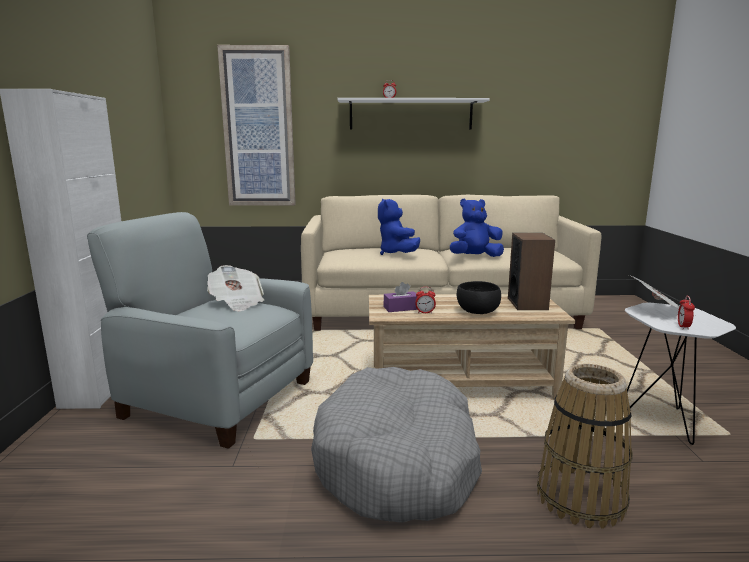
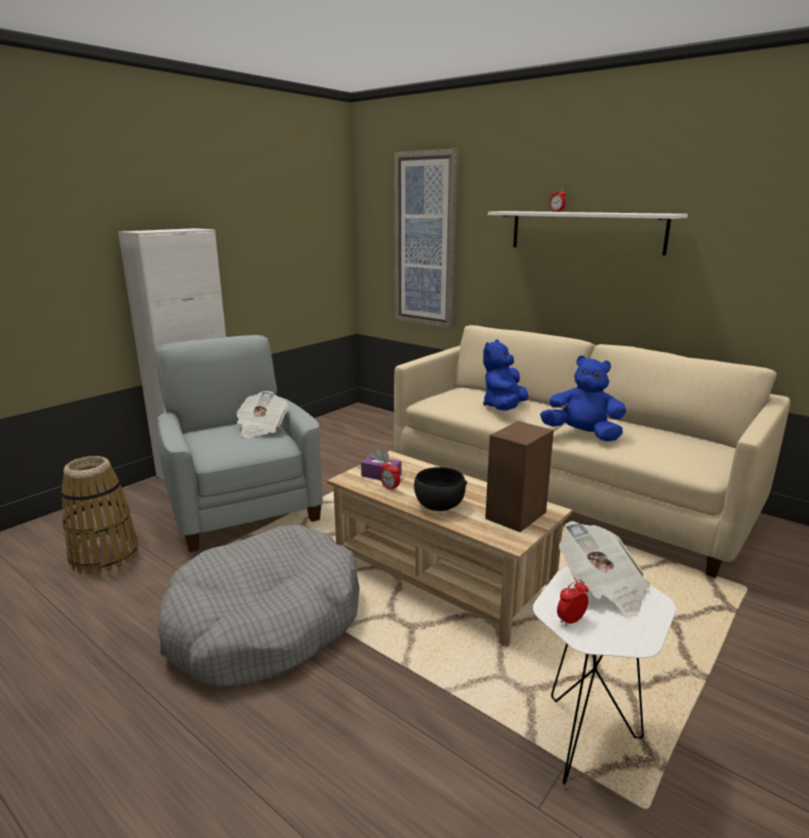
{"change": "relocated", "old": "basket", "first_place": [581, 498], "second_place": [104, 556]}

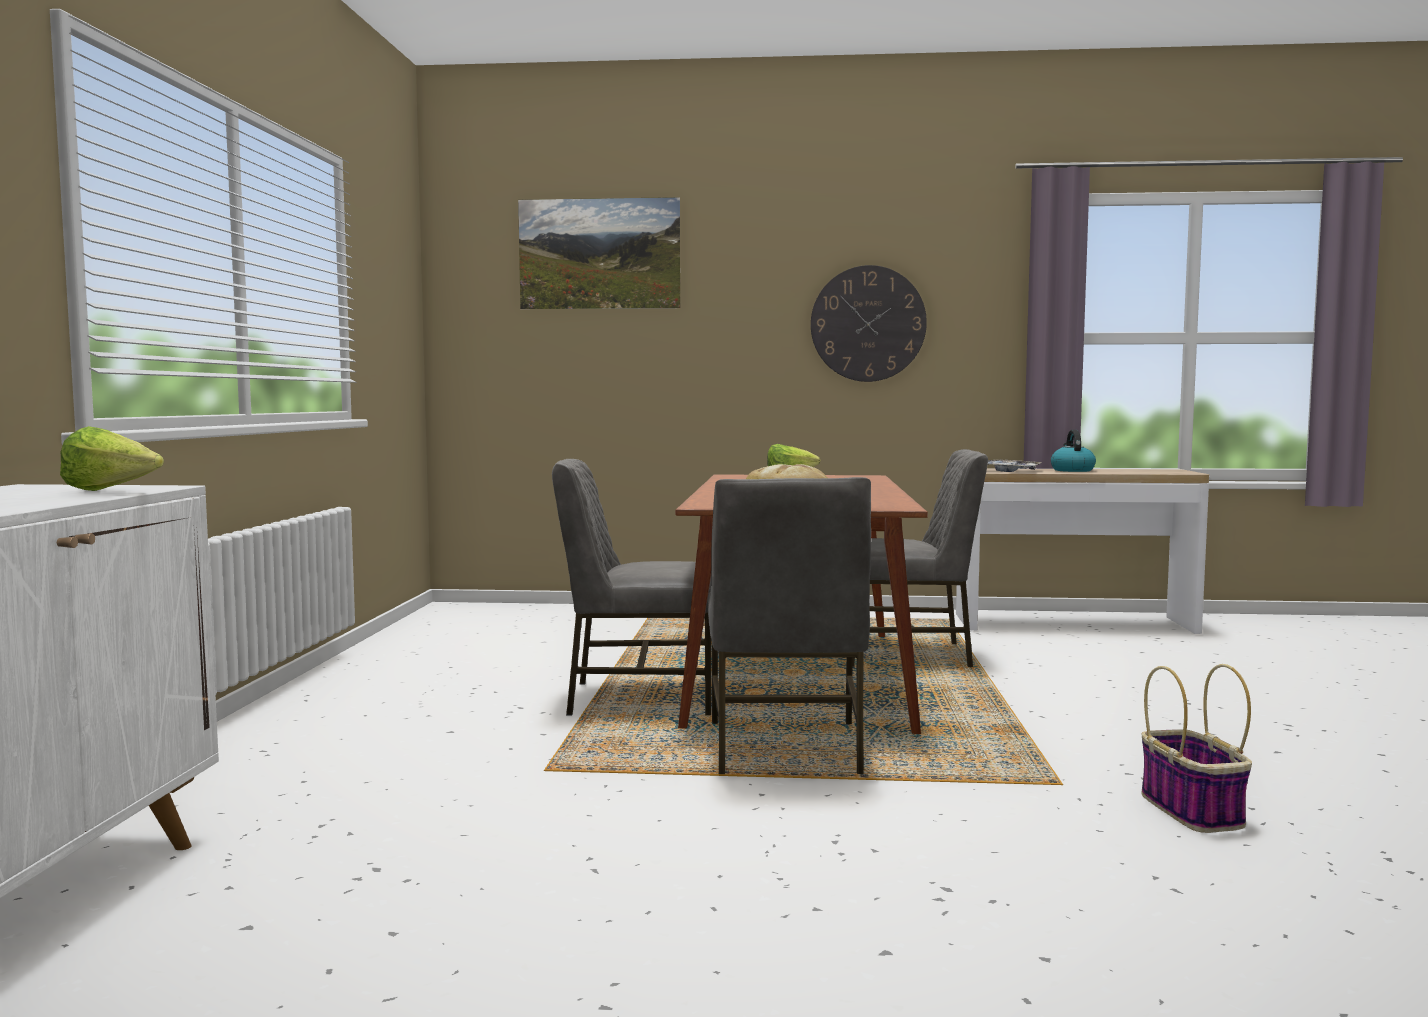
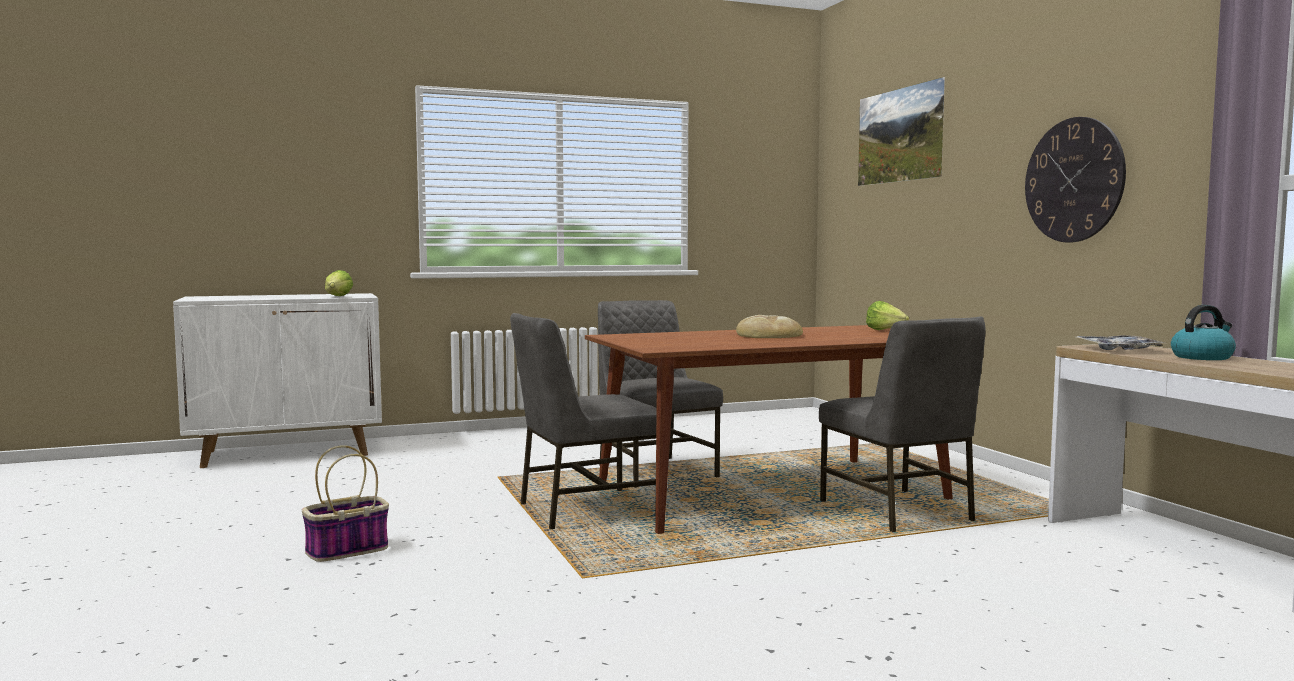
{"change": "relocated", "old": "basket", "first_place": [1193, 811], "second_place": [346, 551]}

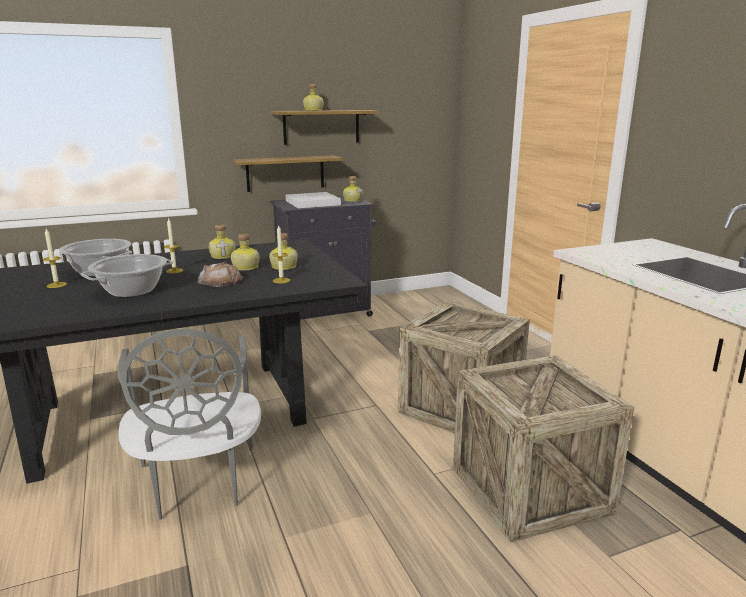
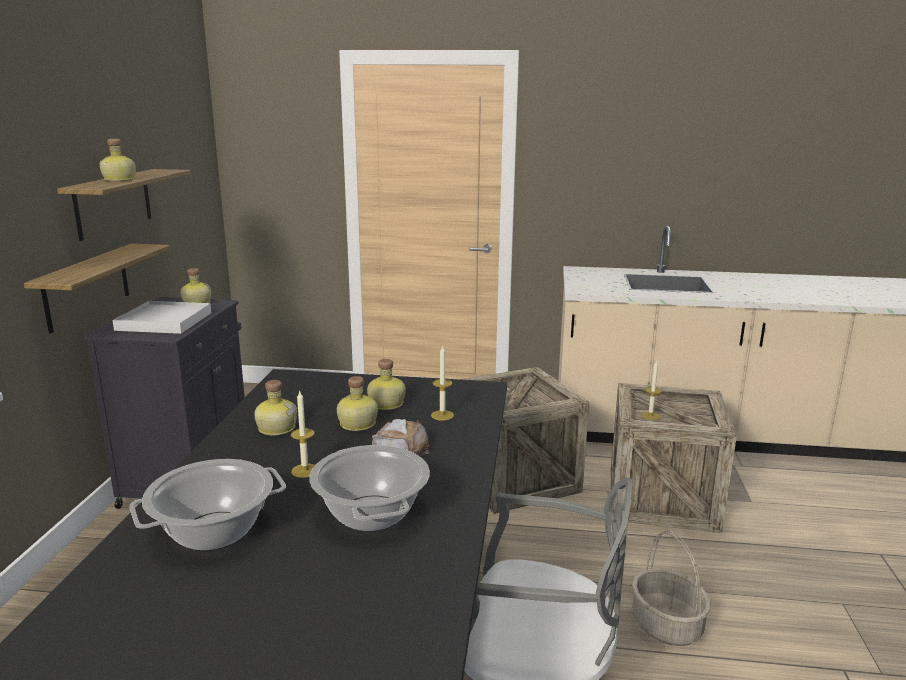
{"change": "relocated", "old": "candle", "first_place": [56, 285], "second_place": [650, 416]}
{"change": "appeared", "new": "basket", "second_place": [667, 625]}

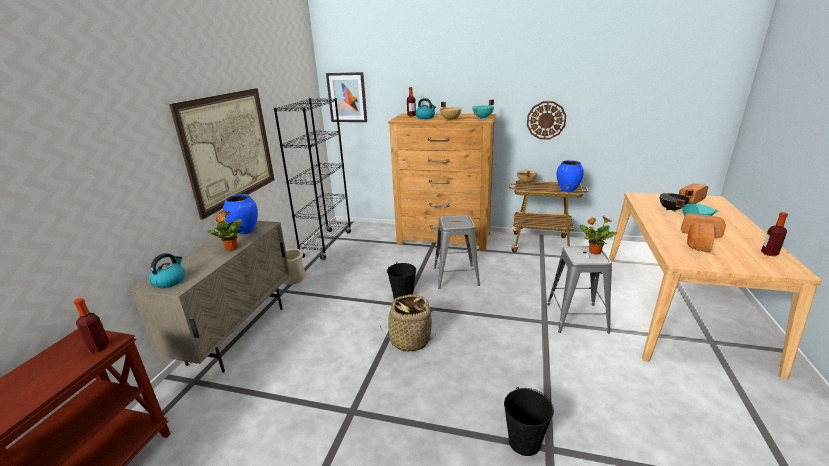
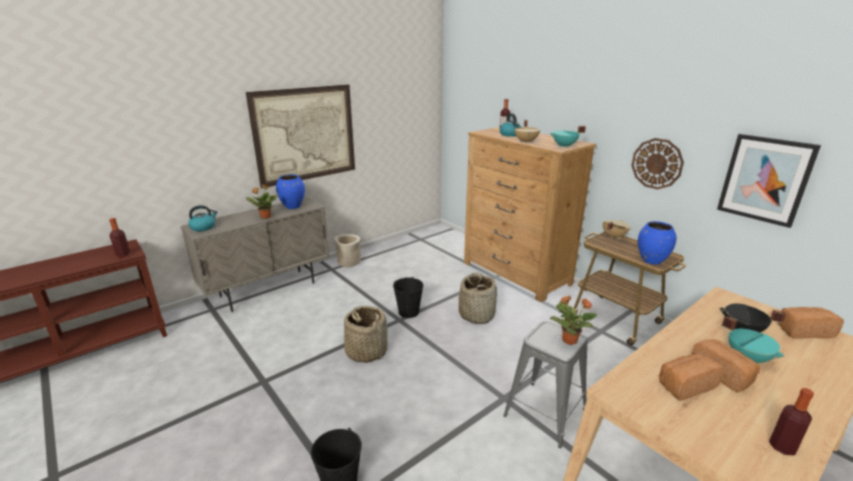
{"change": "relocated", "old": "picture", "first_place": [347, 97], "second_place": [765, 179]}
{"change": "missing", "old": "black bookcase", "first_place": [326, 244]}
{"change": "exchanged", "old": "grey stool", "new": "basket", "first_place": [455, 276], "second_place": [477, 315]}

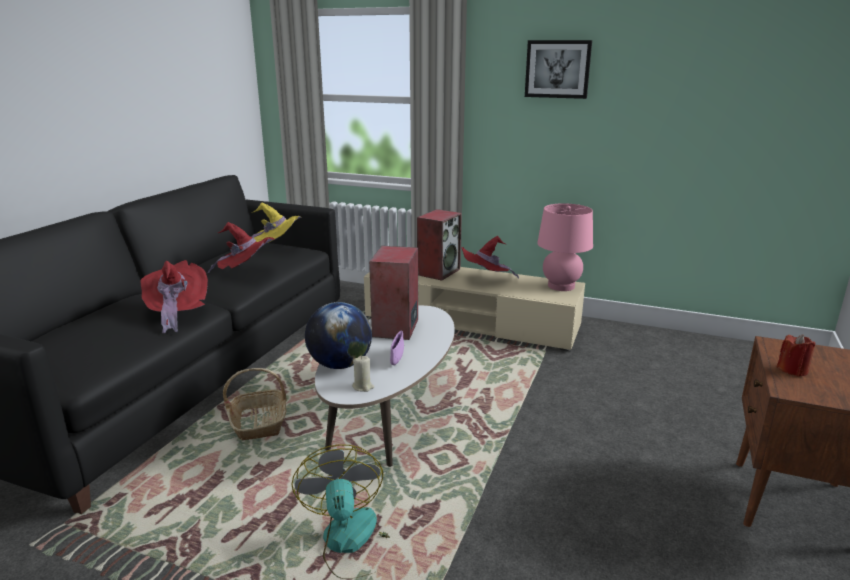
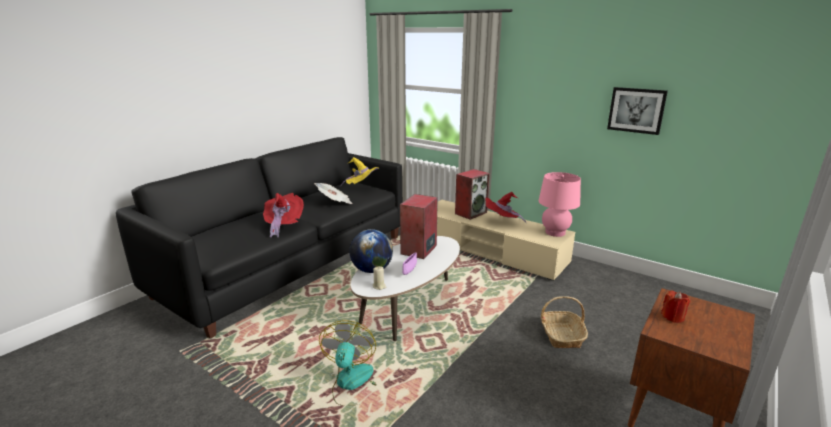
{"change": "relocated", "old": "picture", "first_place": [557, 69], "second_place": [636, 110]}
{"change": "exchanged", "old": "red hat", "new": "newspaper", "first_place": [246, 272], "second_place": [335, 202]}
{"change": "relocated", "old": "basket", "first_place": [259, 422], "second_place": [561, 335]}

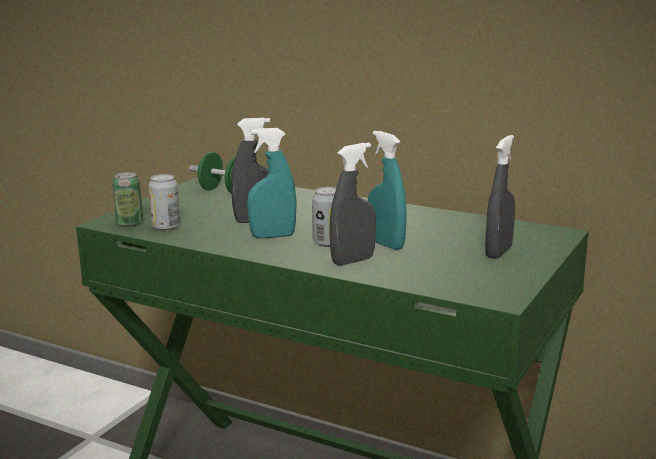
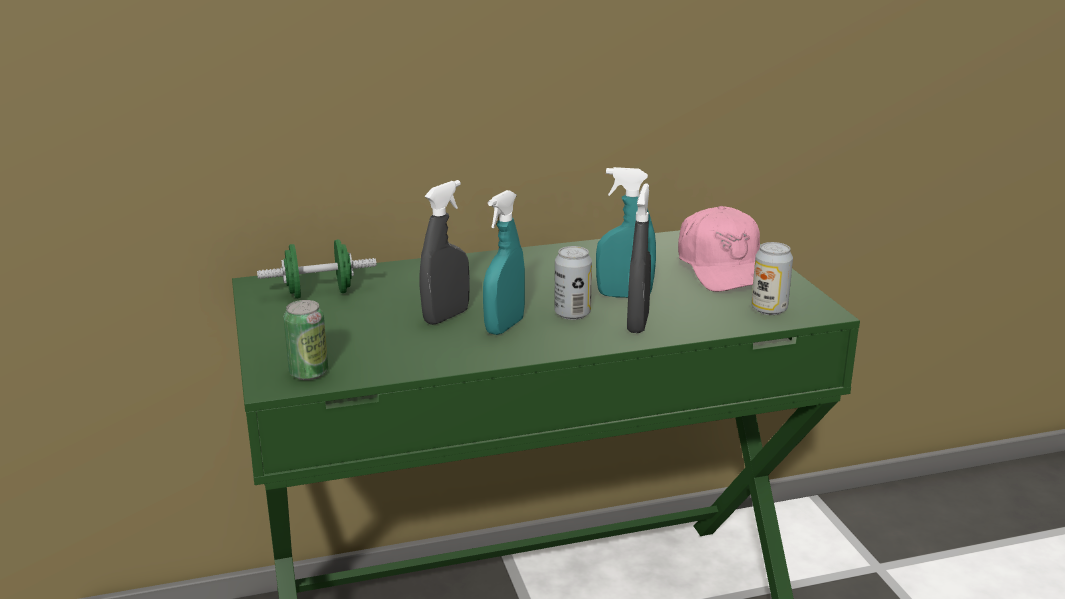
{"change": "exchanged", "old": "grey spray bottle", "new": "pink cap", "first_place": [498, 252], "second_place": [724, 269]}
{"change": "relocated", "old": "can", "first_place": [166, 227], "second_place": [769, 309]}

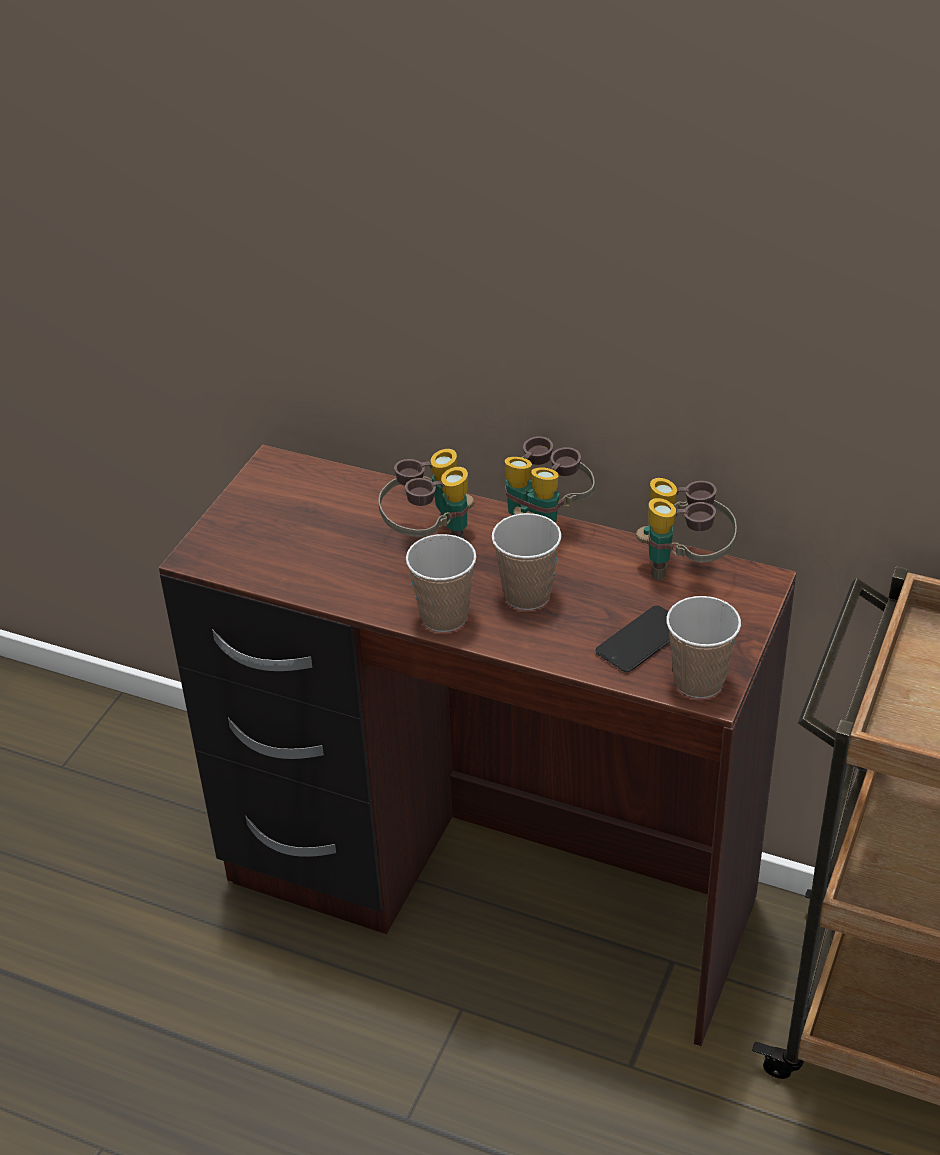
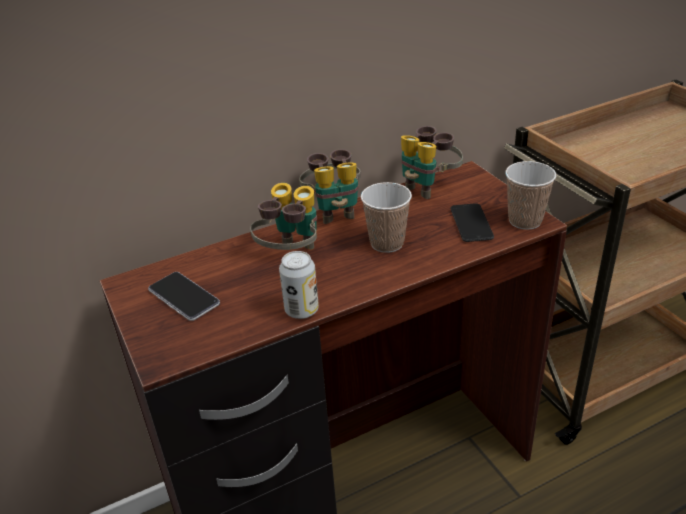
{"change": "missing", "old": "cup", "first_place": [444, 617]}
{"change": "appeared", "new": "can", "second_place": [301, 310]}
{"change": "appeared", "new": "phone", "second_place": [183, 297]}

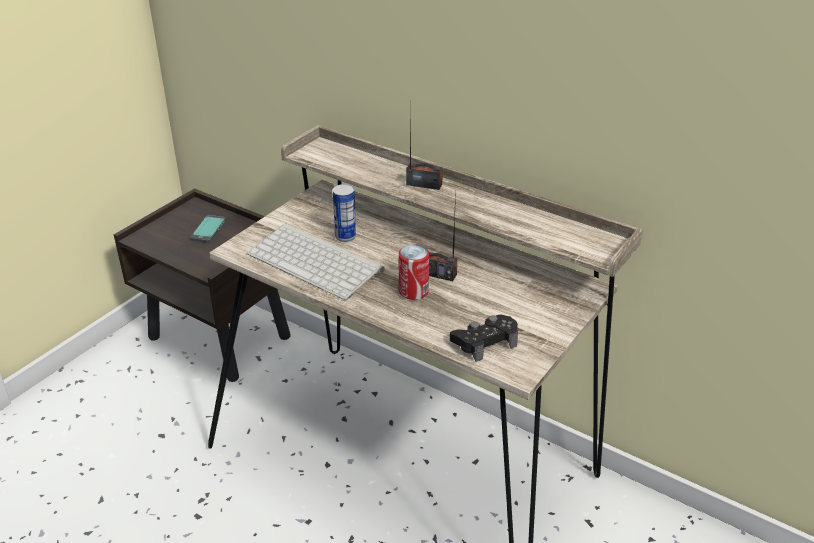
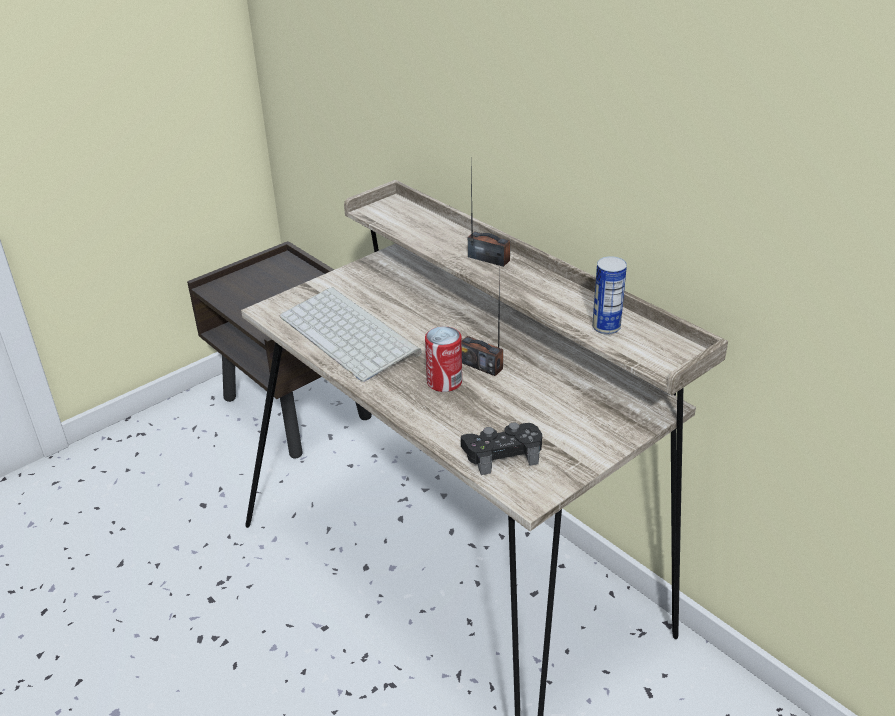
{"change": "relocated", "old": "can", "first_place": [345, 236], "second_place": [606, 327]}
{"change": "missing", "old": "phone", "first_place": [208, 230]}

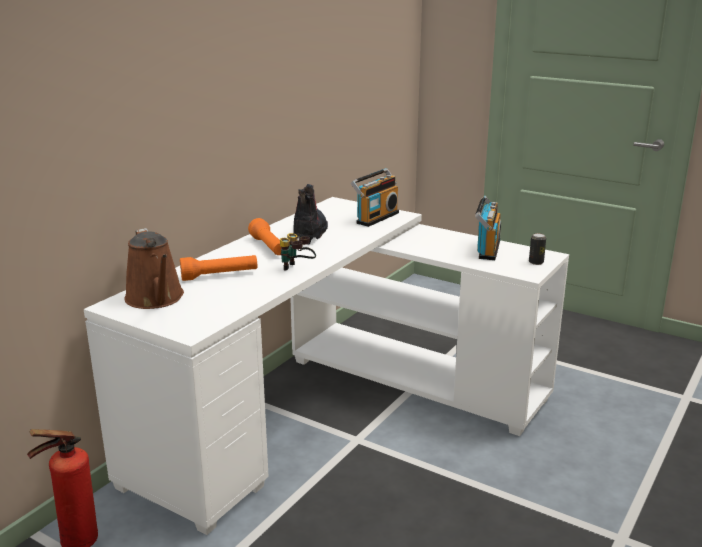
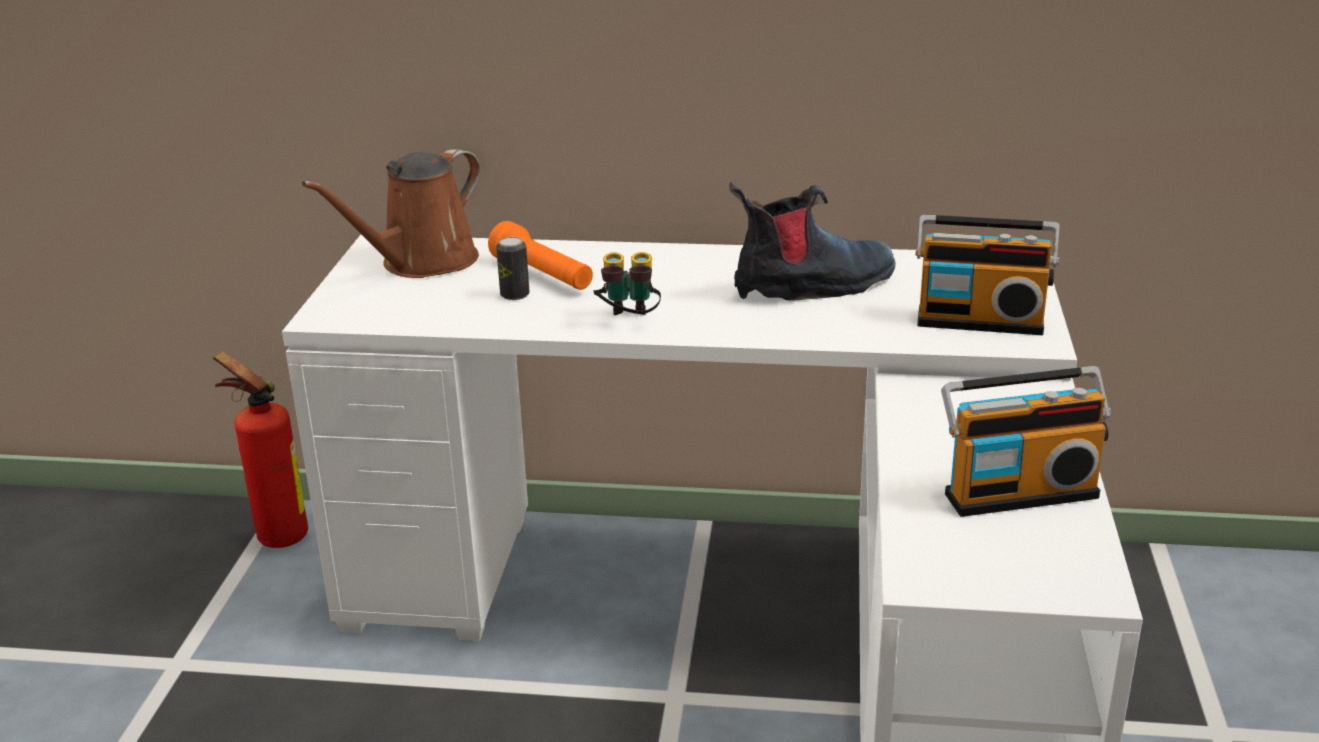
{"change": "missing", "old": "orange flashlight", "first_place": [268, 247]}
{"change": "relocated", "old": "can", "first_place": [536, 262], "second_place": [515, 295]}

